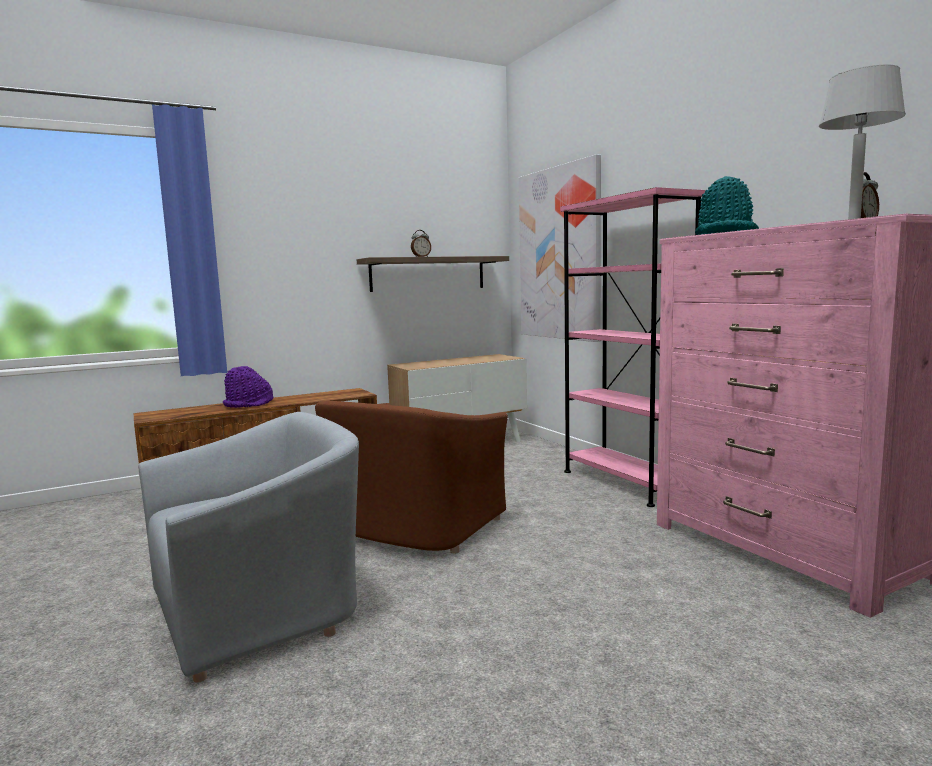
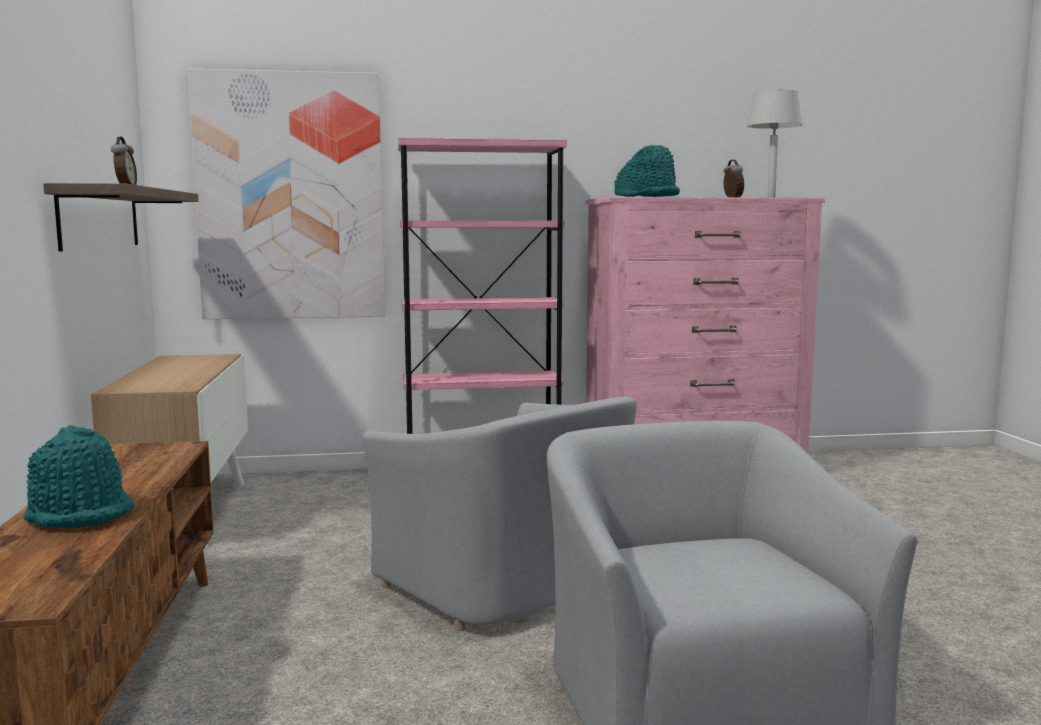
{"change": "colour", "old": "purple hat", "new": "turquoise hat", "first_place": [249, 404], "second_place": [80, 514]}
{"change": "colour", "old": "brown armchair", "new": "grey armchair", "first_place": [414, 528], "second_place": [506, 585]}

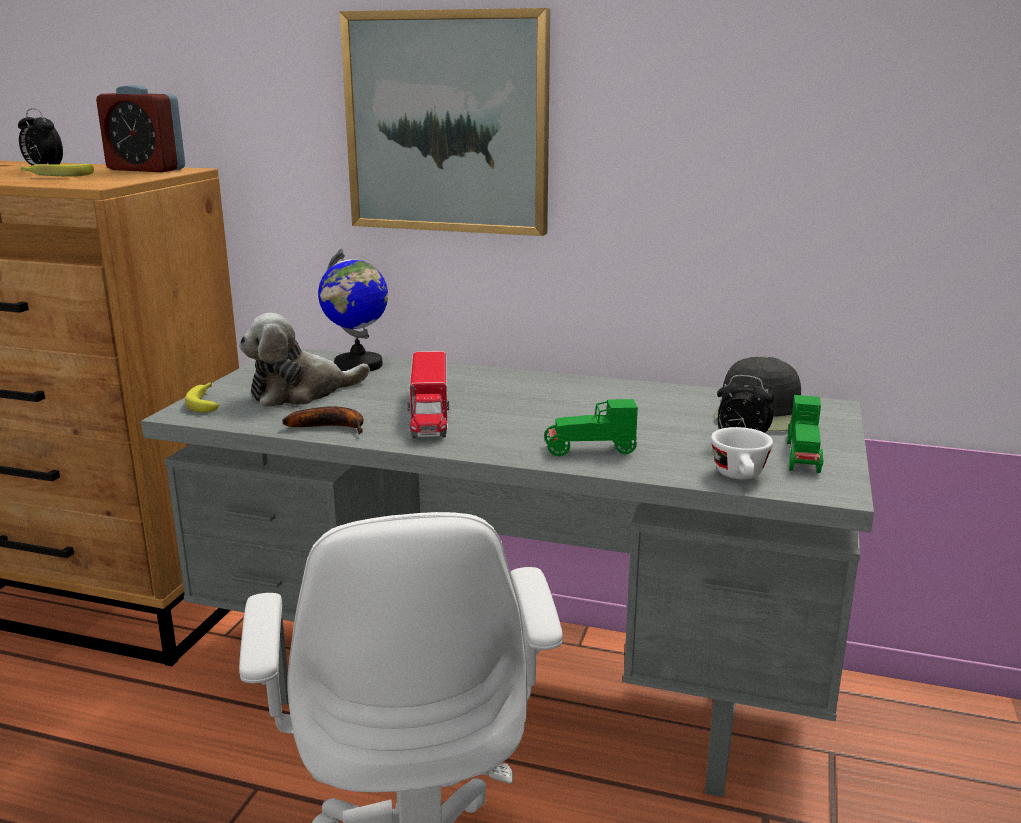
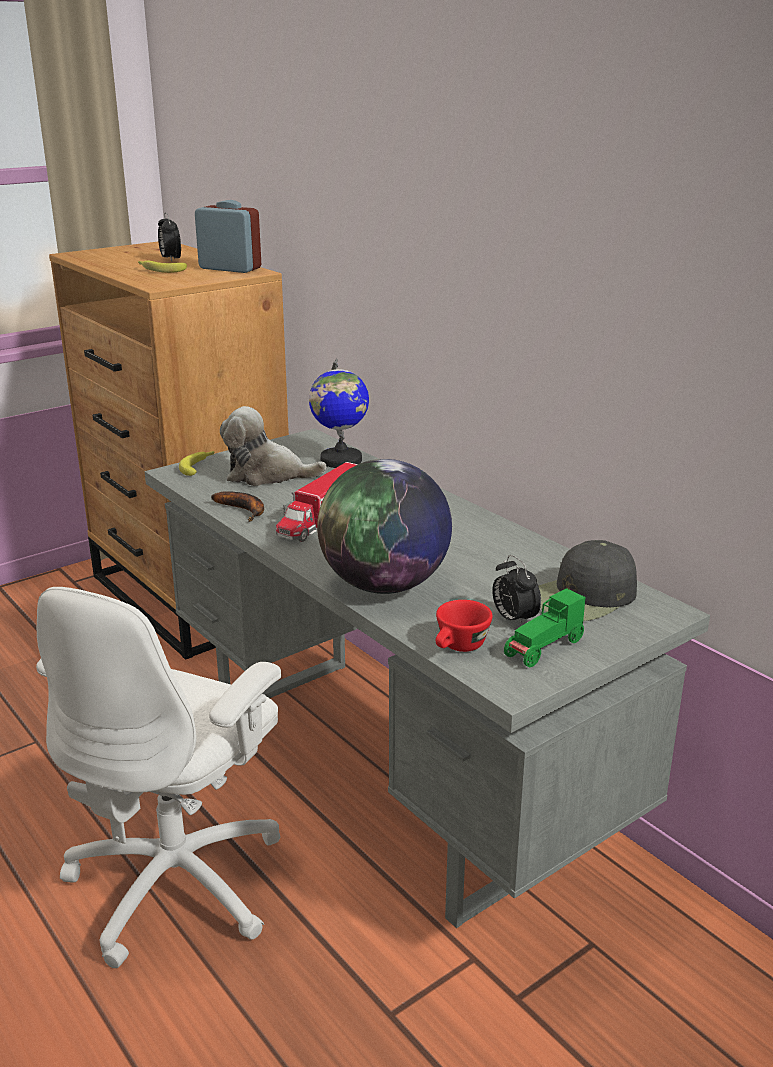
{"change": "missing", "old": "picture", "first_place": [448, 123]}
{"change": "spun", "old": "alarm clock", "first_place": [146, 169], "second_place": [230, 268], "degrees": 150}
{"change": "exchanged", "old": "green toy car", "new": "globe", "first_place": [589, 450], "second_place": [384, 585]}
{"change": "colour", "old": "white cup", "new": "red cup", "first_place": [741, 477], "second_place": [459, 647]}

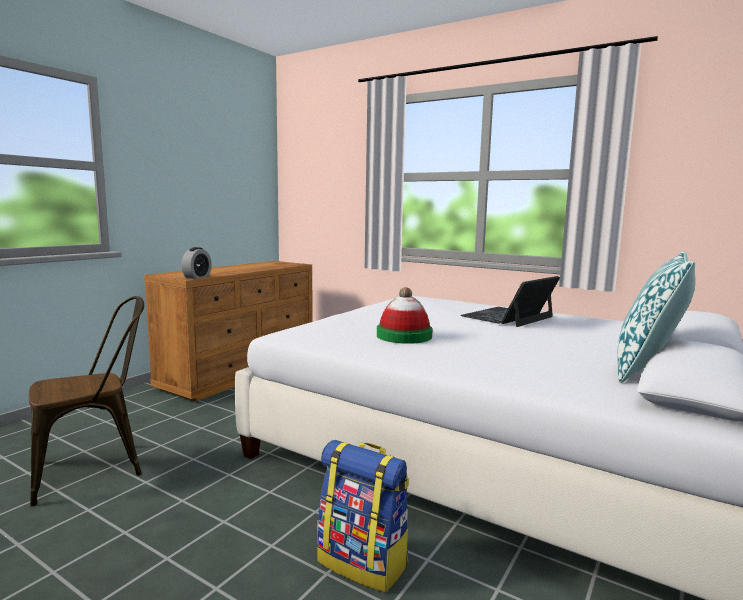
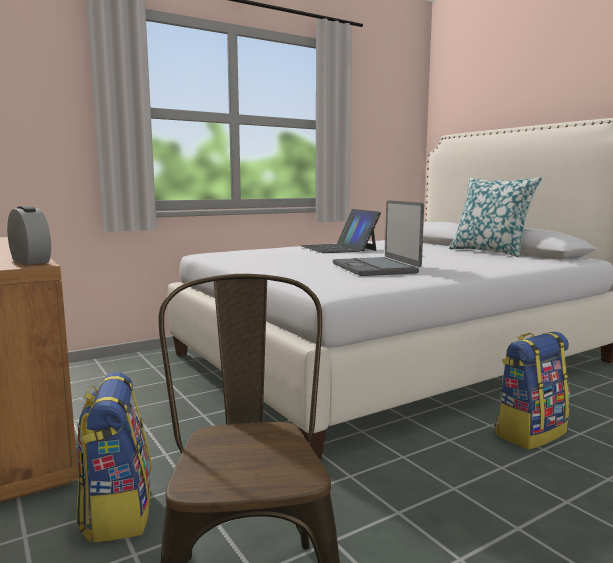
{"change": "exchanged", "old": "hat", "new": "laptop", "first_place": [404, 336], "second_place": [375, 268]}
{"change": "appeared", "new": "backpack", "second_place": [117, 512]}

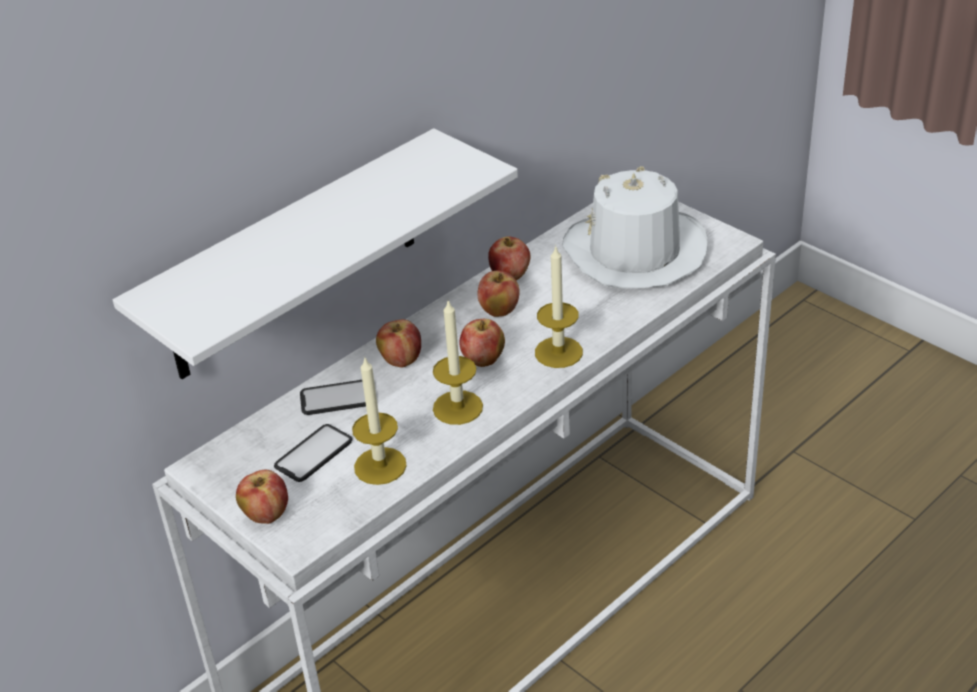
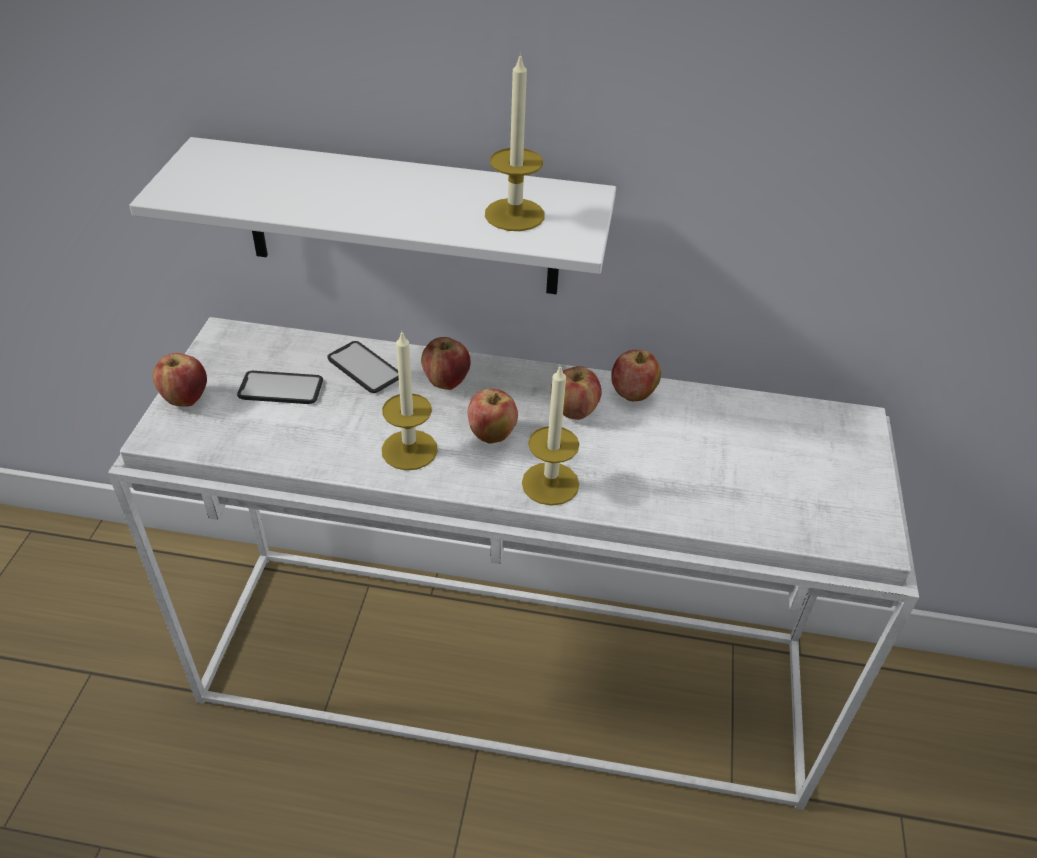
{"change": "missing", "old": "white hat", "first_place": [634, 252]}
{"change": "relocated", "old": "candle", "first_place": [380, 466], "second_place": [514, 215]}

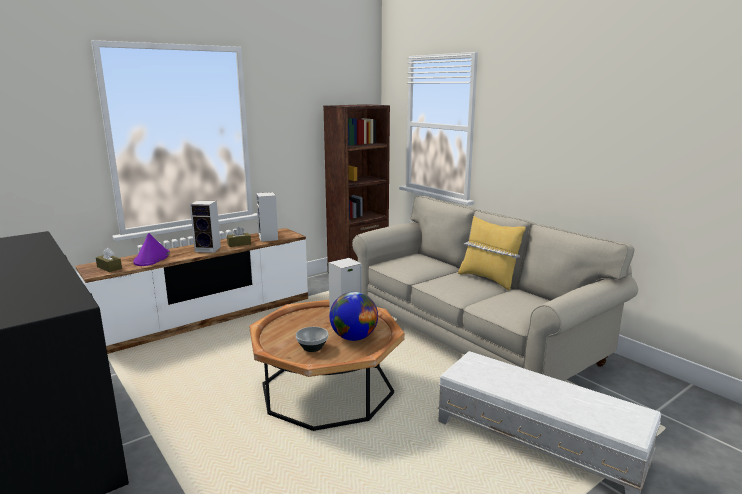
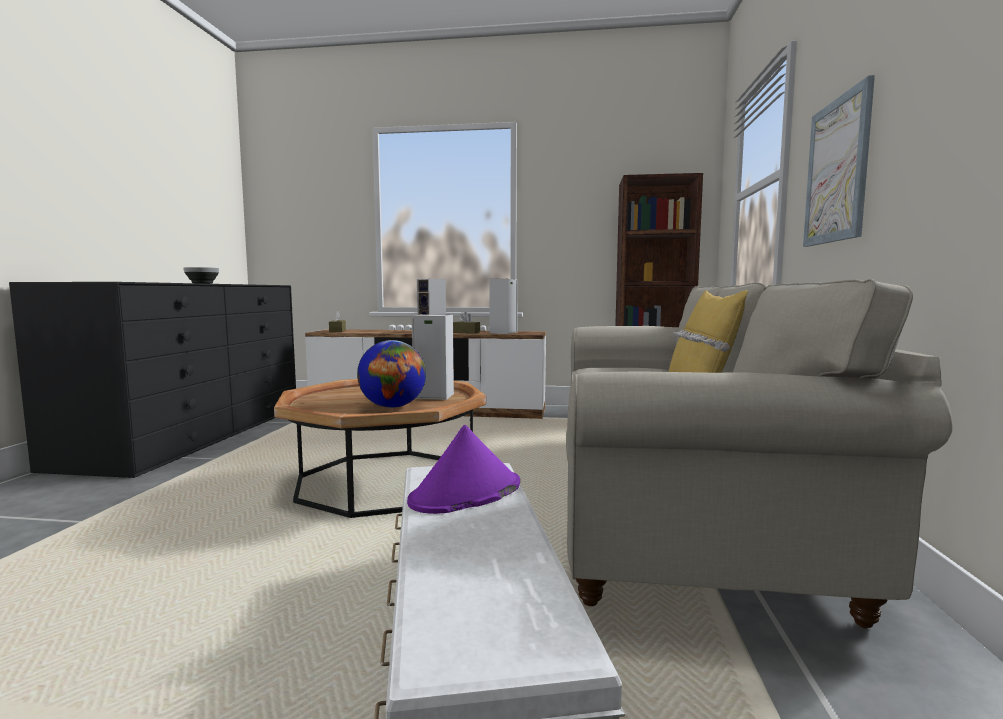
{"change": "relocated", "old": "purple hat", "first_place": [152, 258], "second_place": [466, 493]}
{"change": "relocated", "old": "bowl", "first_place": [312, 348], "second_place": [202, 283]}
{"change": "appeared", "new": "picture", "second_place": [837, 171]}

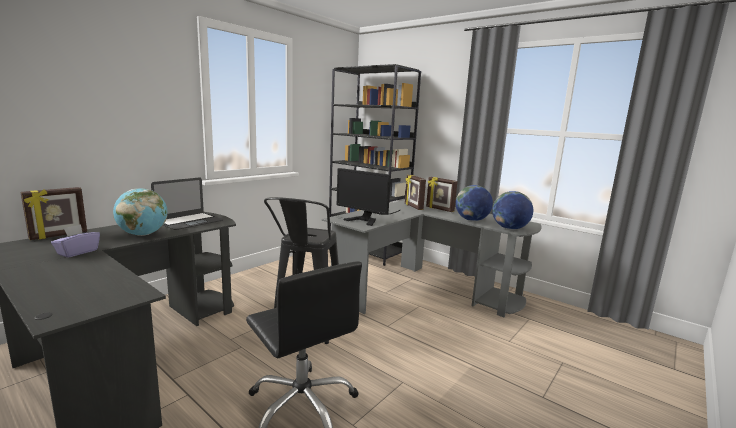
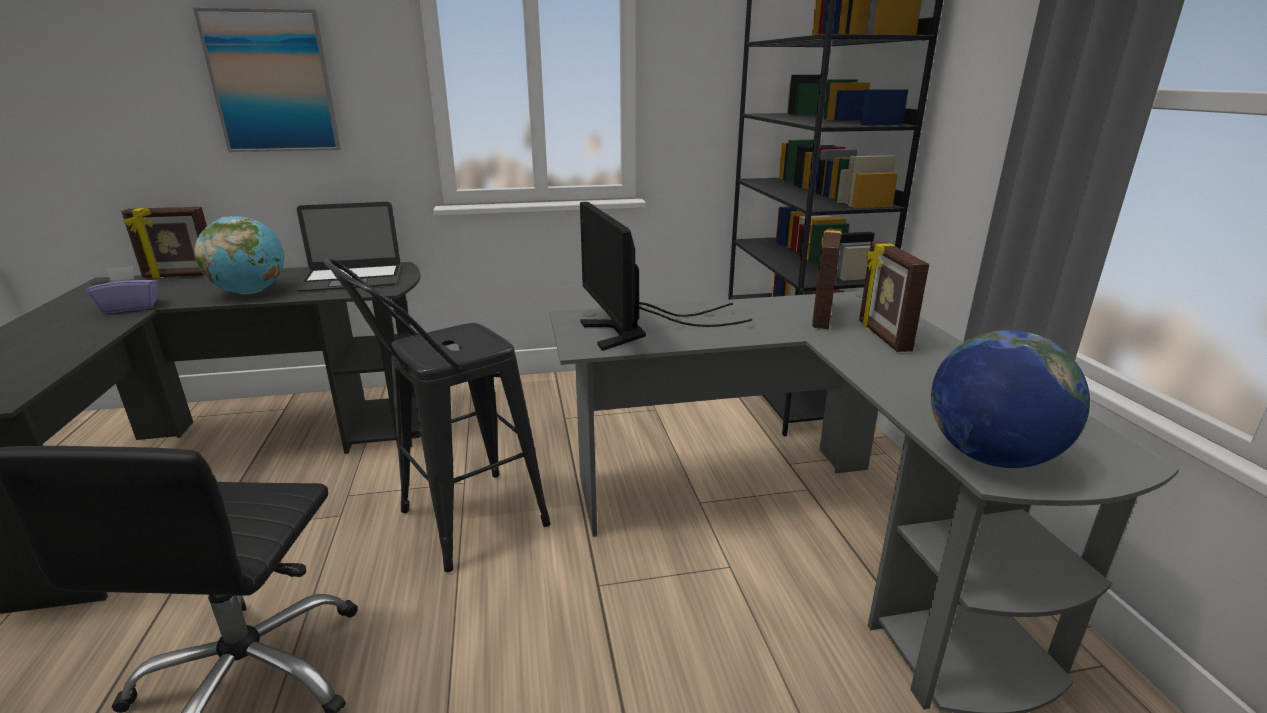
{"change": "missing", "old": "globe", "first_place": [471, 220]}
{"change": "appeared", "new": "picture", "second_place": [272, 82]}

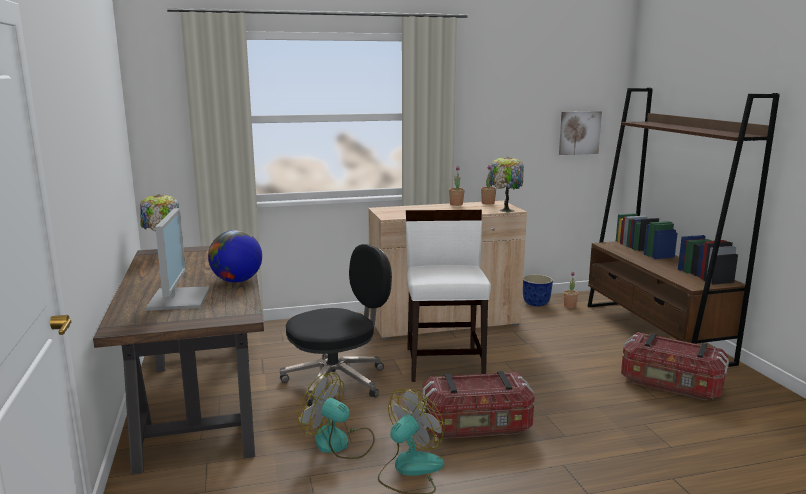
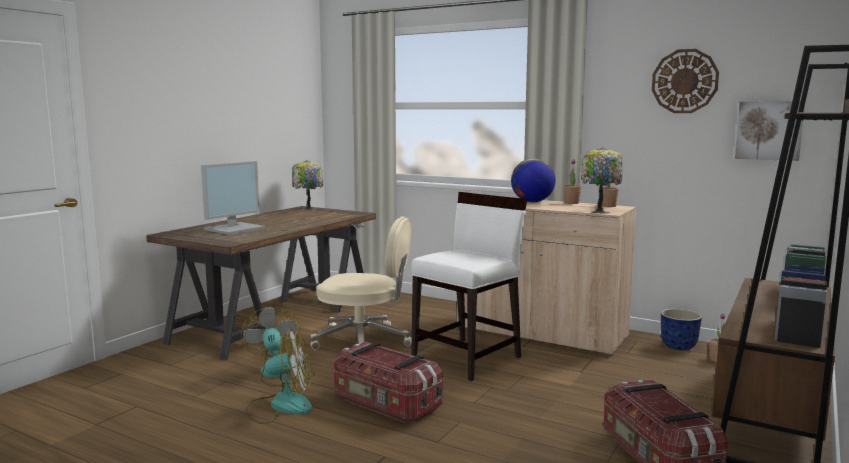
{"change": "relocated", "old": "globe", "first_place": [237, 281], "second_place": [532, 202]}
{"change": "colour", "old": "black office chair", "new": "beige office chair", "first_place": [337, 381], "second_place": [364, 341]}
{"change": "appeared", "new": "wall clock", "second_place": [684, 81]}

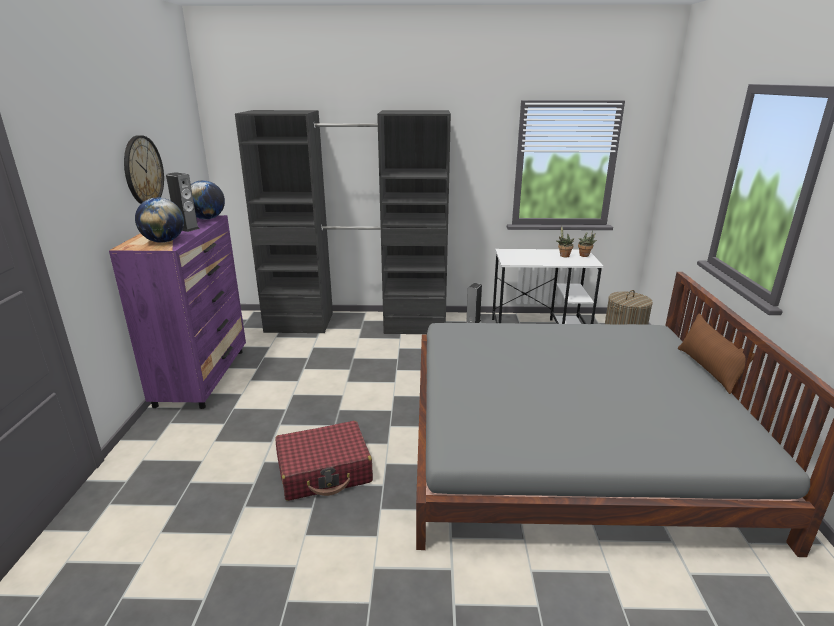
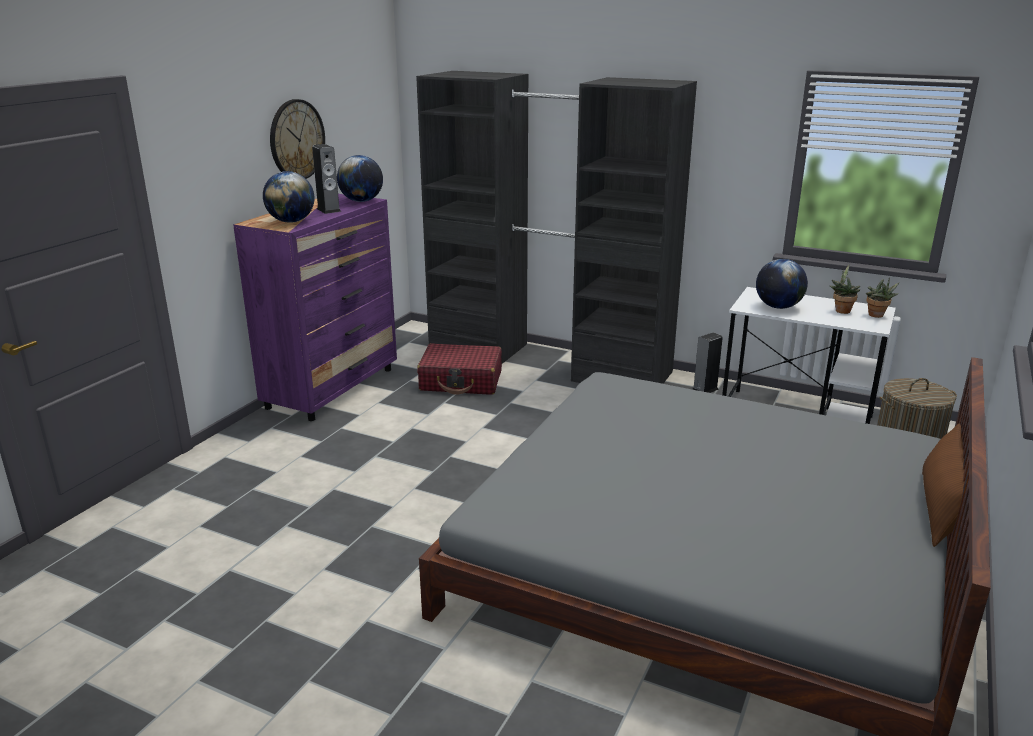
{"change": "relocated", "old": "red suitcase", "first_place": [325, 471], "second_place": [461, 381]}
{"change": "appeared", "new": "globe", "second_place": [778, 307]}

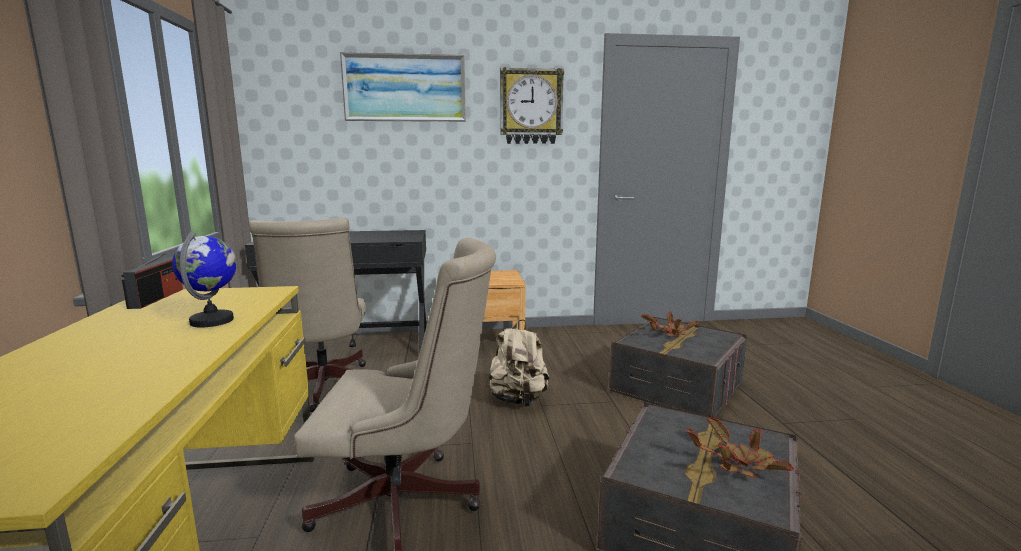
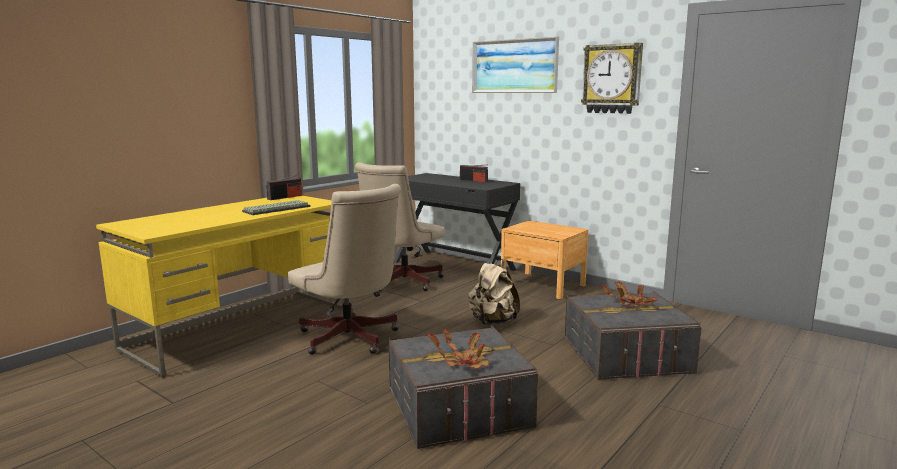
{"change": "exchanged", "old": "globe", "new": "keyboard", "first_place": [212, 321], "second_place": [277, 209]}
{"change": "appeared", "new": "radio", "second_place": [473, 180]}

